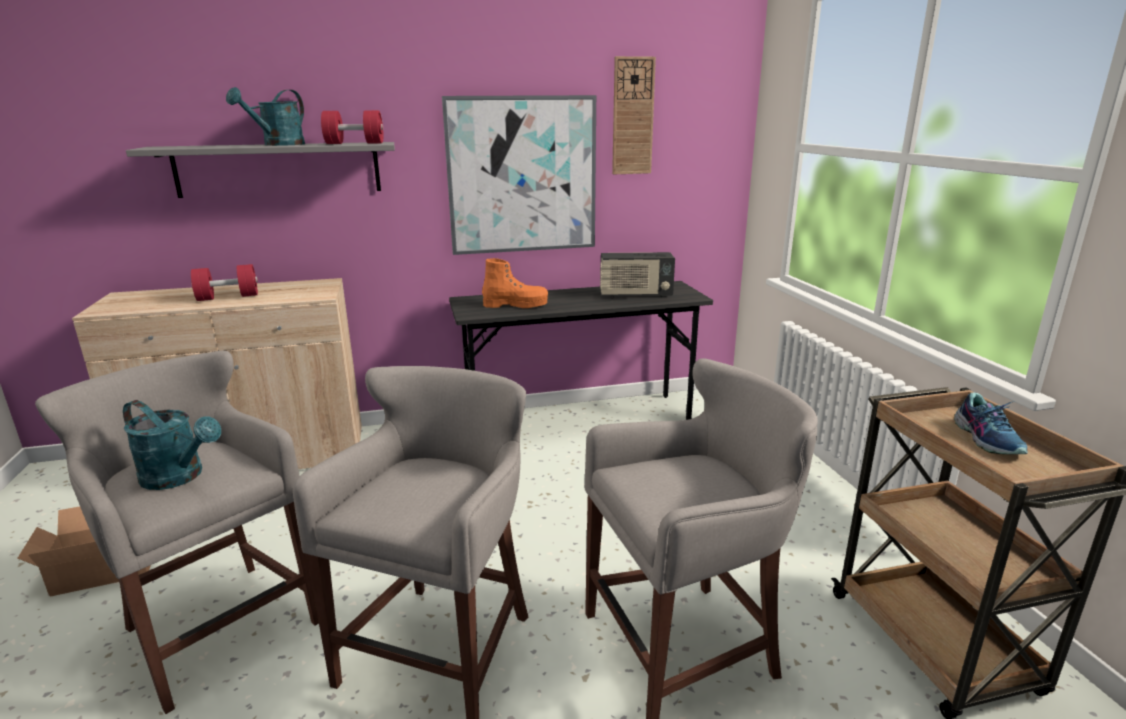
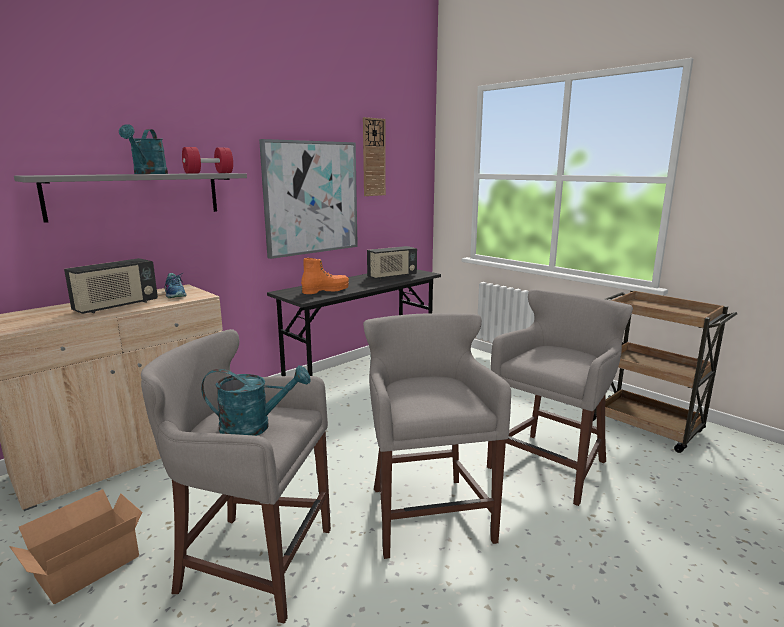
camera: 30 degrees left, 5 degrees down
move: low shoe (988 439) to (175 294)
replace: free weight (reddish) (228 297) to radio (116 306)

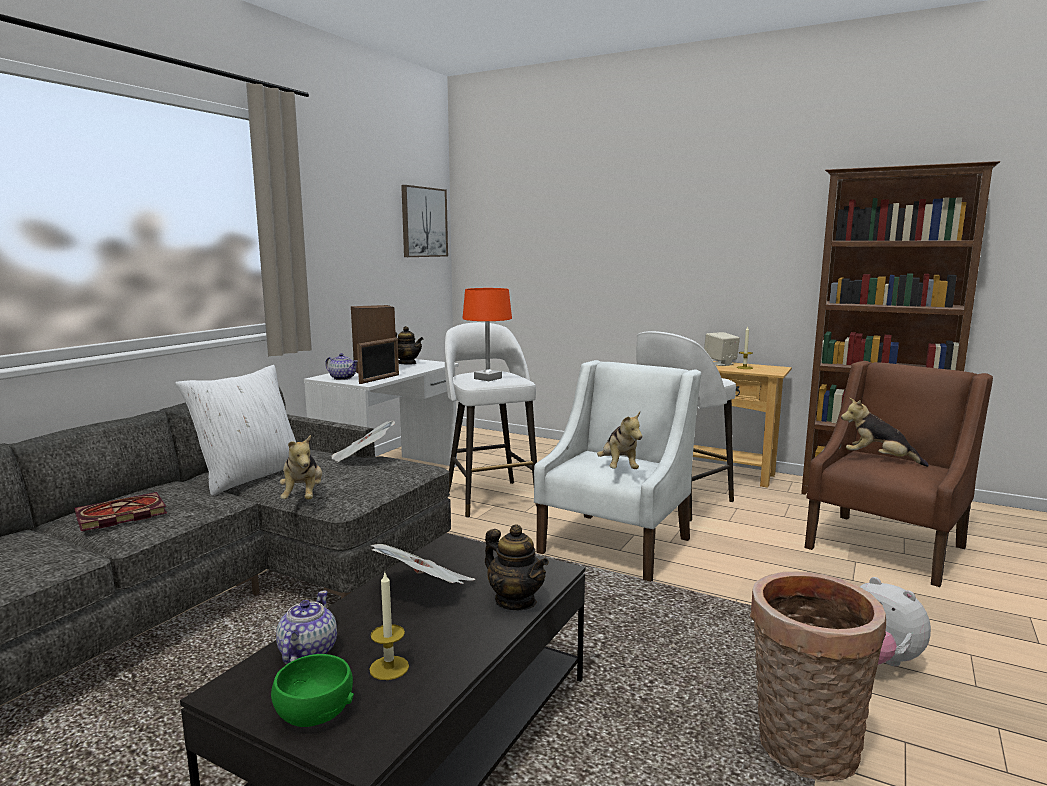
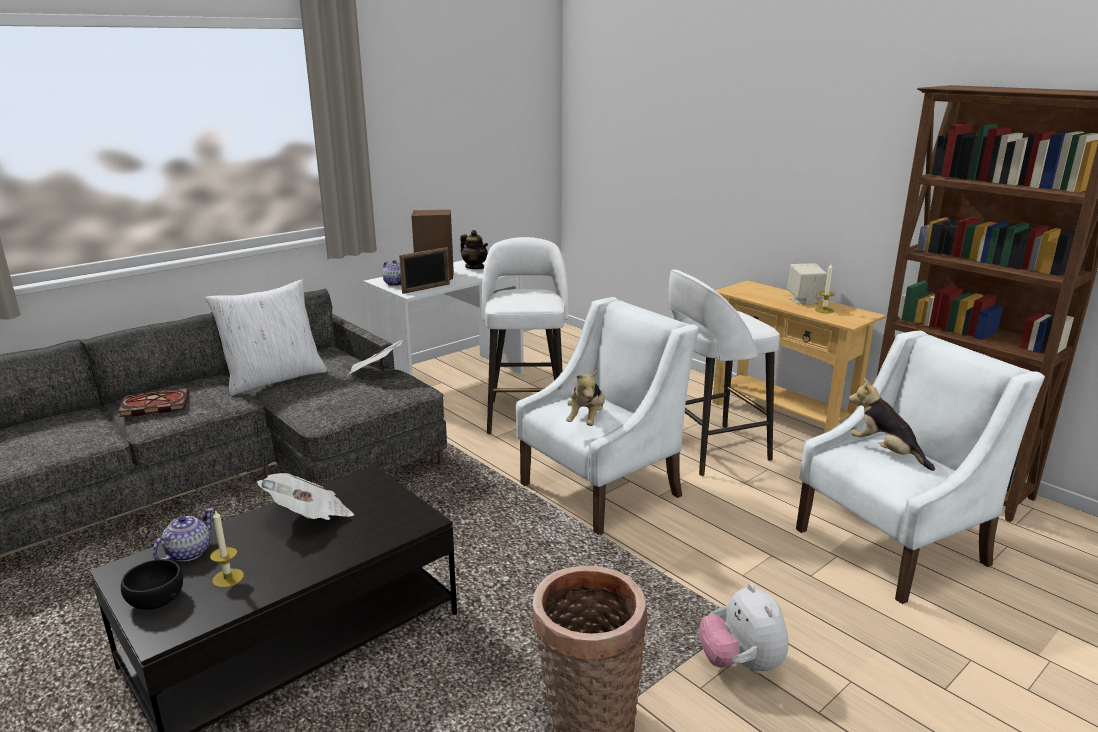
camera: 20 degrees right, 10 degrees up
delete: picture (423 222); lamp for a table (orangey) (488 378); plush toy (304 497); pot for tea (515 601)
recolor: easy chair (brown-coloured) (886 547) to easy chair (white-coloured) (893 546); serving bowl (green-coloured) (314 712) to serving bowl (black) (155 600)

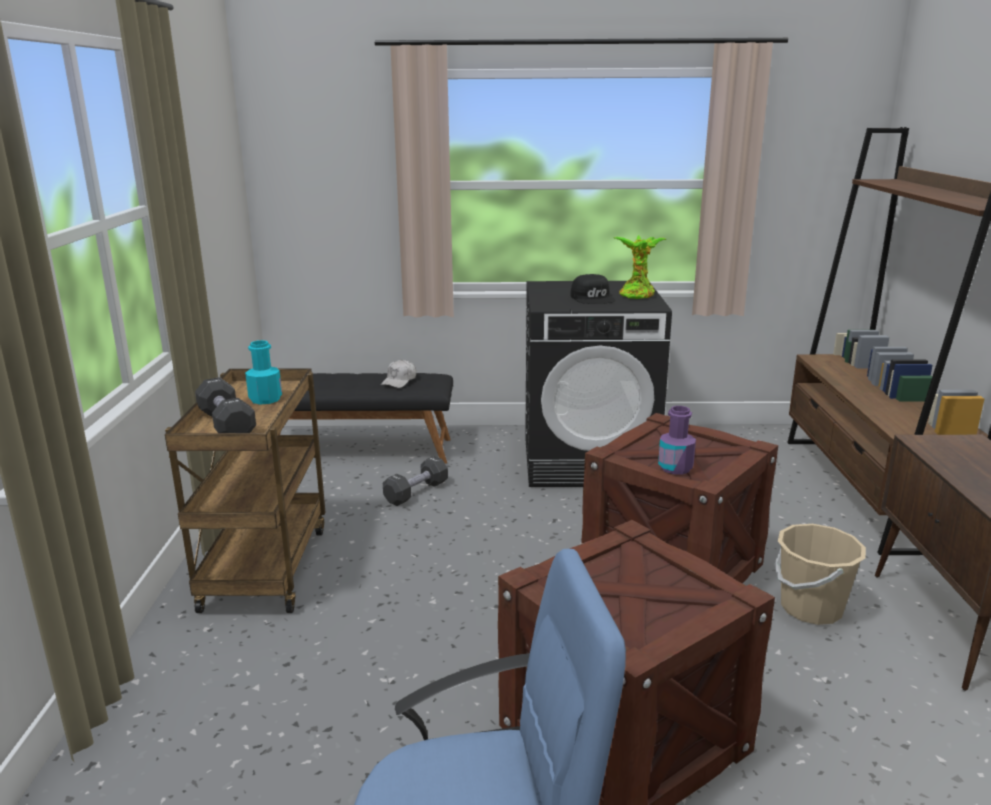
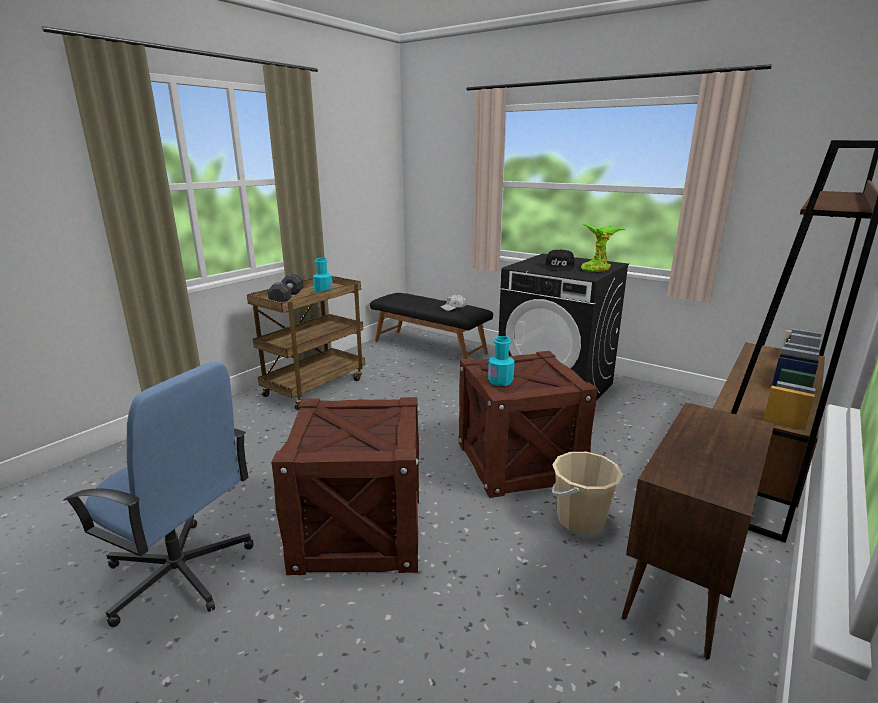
camera: 35 degrees right, 0 degrees up
delete: free weight (black) (416 492)
recolor: bottle (purple-coloured) (675 468) to bottle (turquoise-coloured) (500 381)

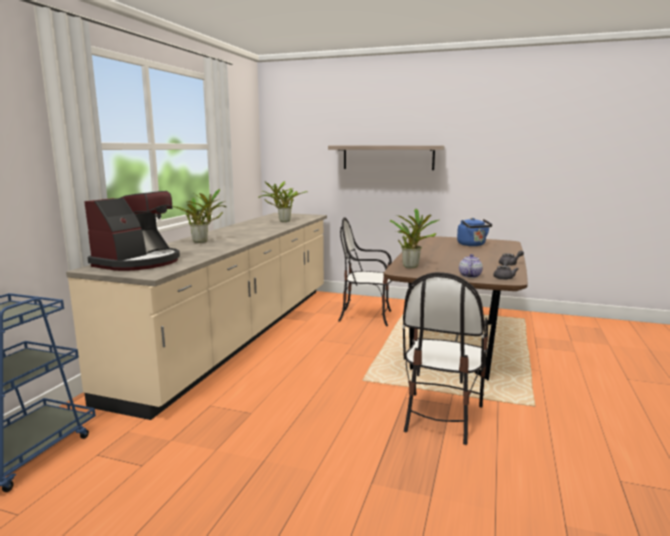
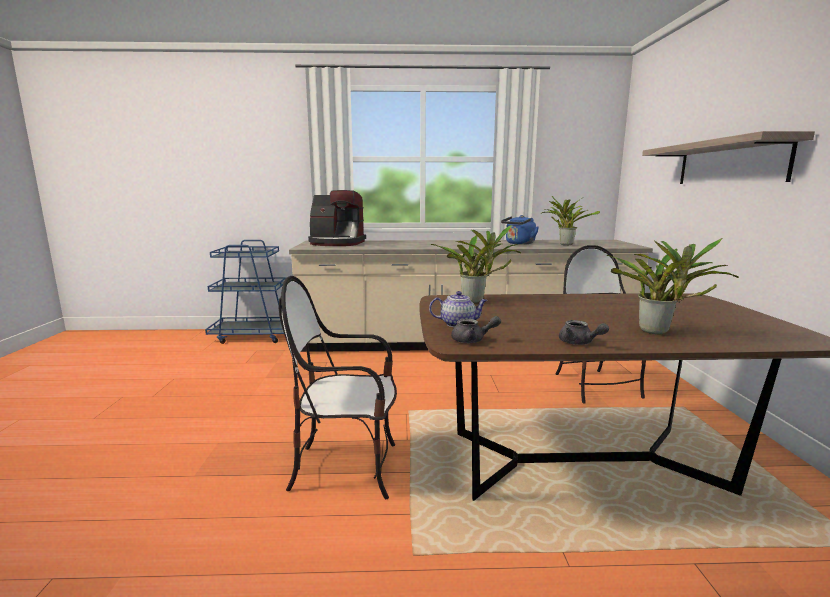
camera: 70 degrees right, 0 degrees up
move: houseplant (202 241) to (658 332); tea kettle (blue) (472 245) to (519 243)

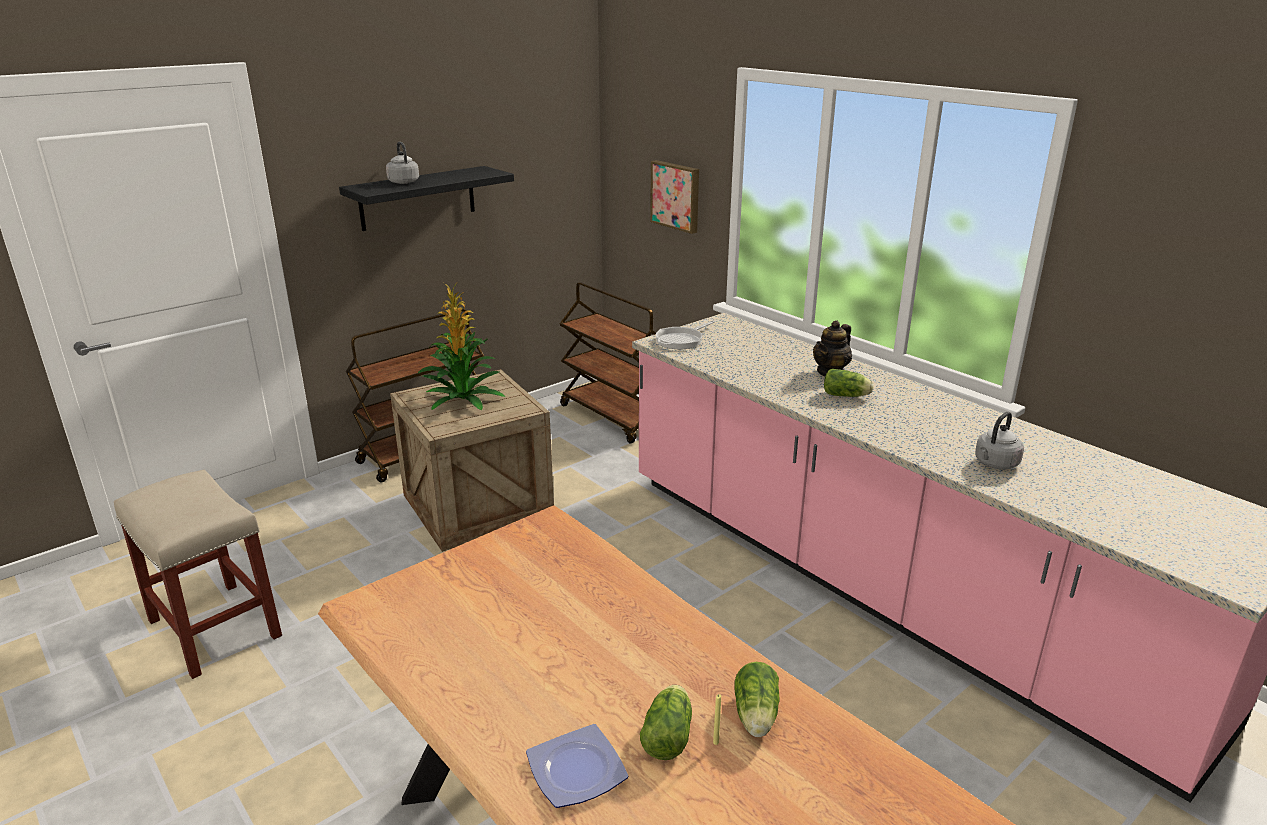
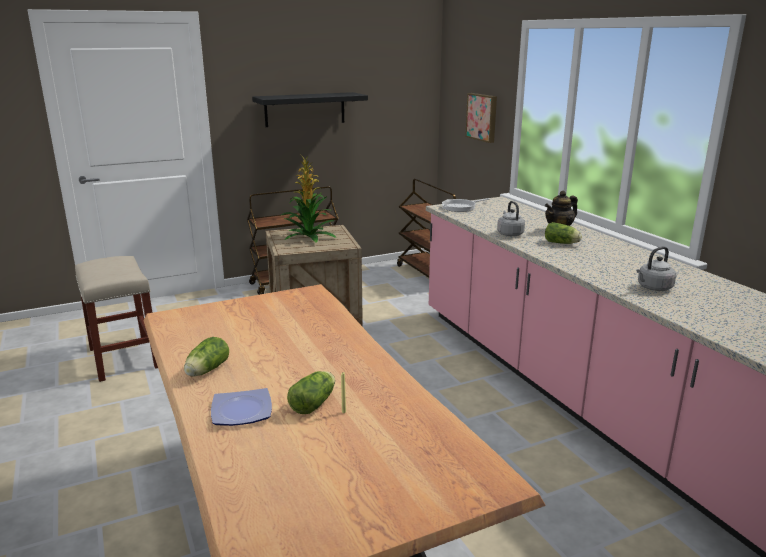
camera: 15 degrees right, 5 degrees down
move: tea kettle (grey) (403 182) to (509 234); head of lettuce (755 717) to (206 371)

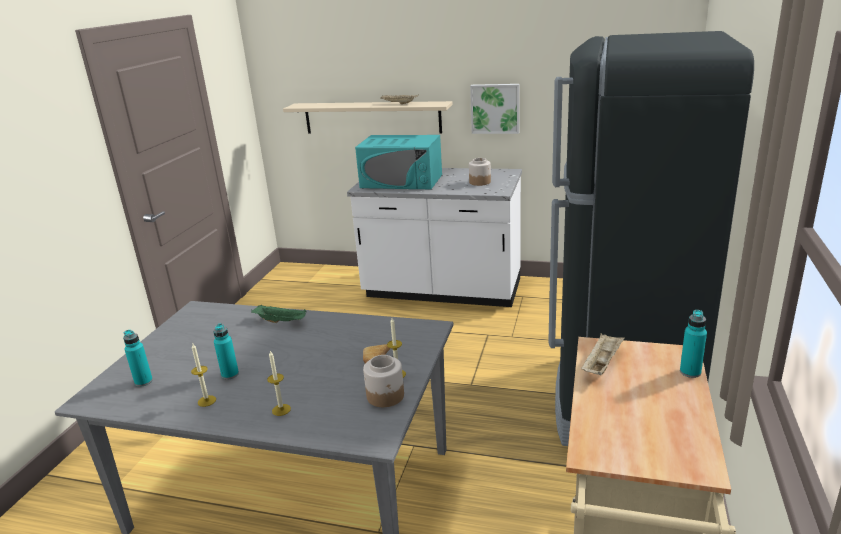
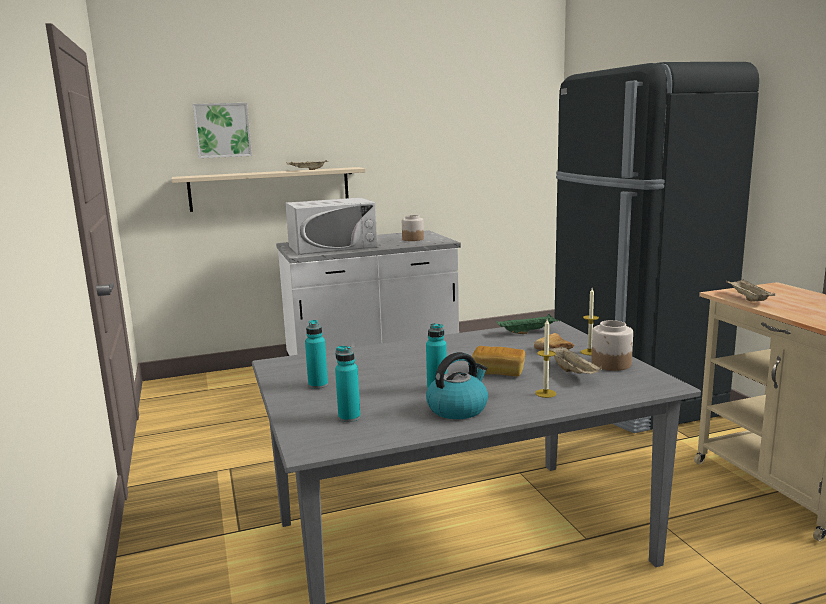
camera: 35 degrees left, 10 degrees down
insert: bread (498 372); tray (sand-coloured) (573 372)
move: picture (495 108) to (222 130); tray (green-coloured) (281 321) to (528 332); bottle (turquoise-coloured) (690 372) to (318 385)
replace: wax candle (207 401) to tea kettle (458 408)
recolor: kitchen microwave (turquoise-coloured) (401 181) to kitchen microwave (white-coloured) (332 246)

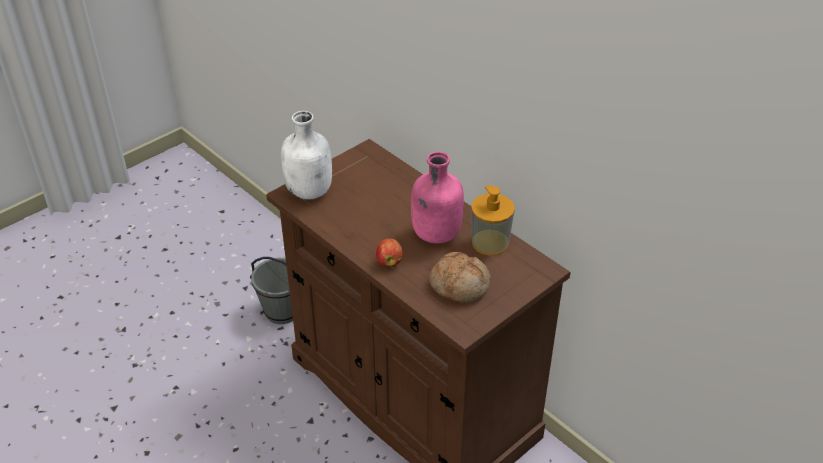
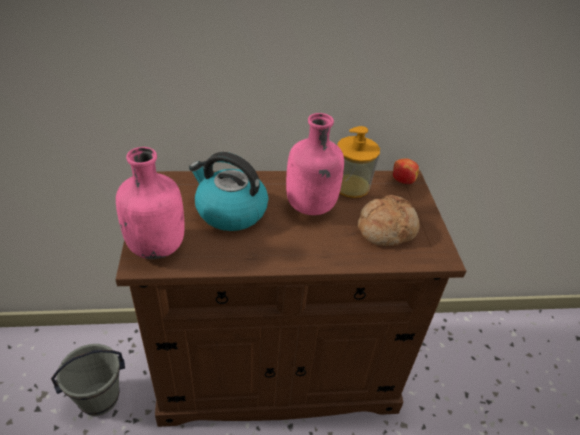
camera: 55 degrees left, 0 degrees up
insert: tea kettle (230 211)
move: apple (389 261) to (402 180)
recolor: bottle (white-coloured) (310 191) to bottle (pink) (157 245)

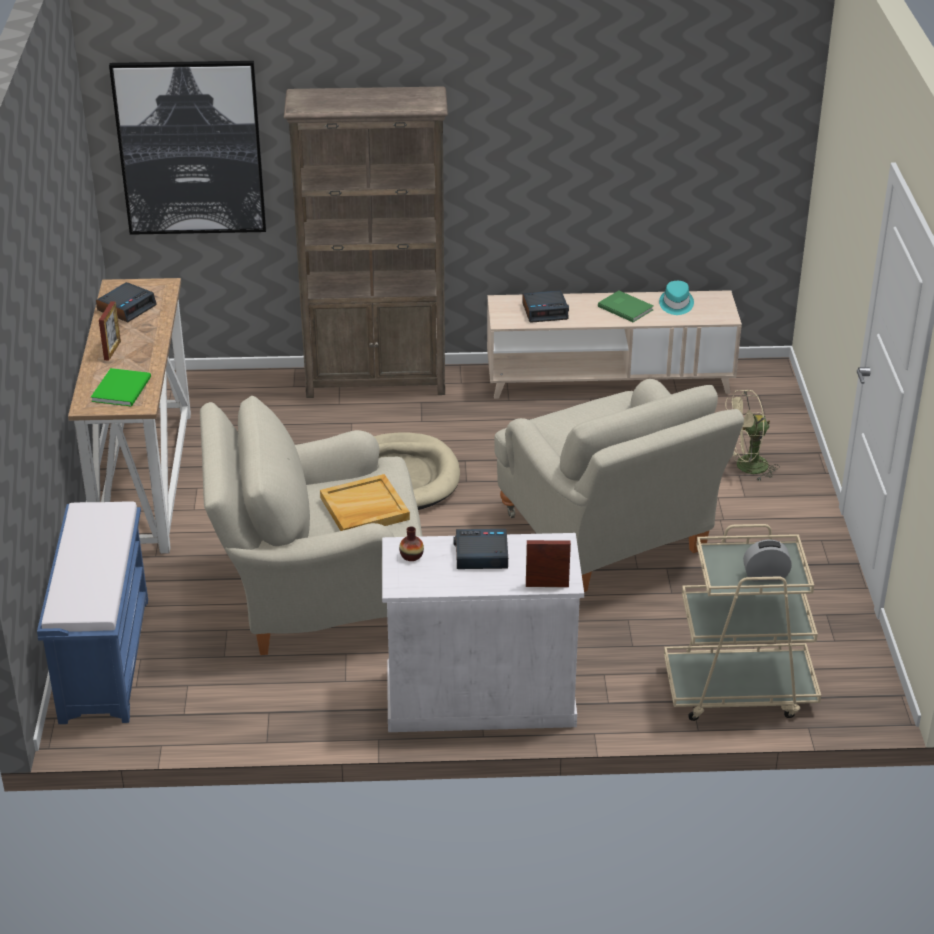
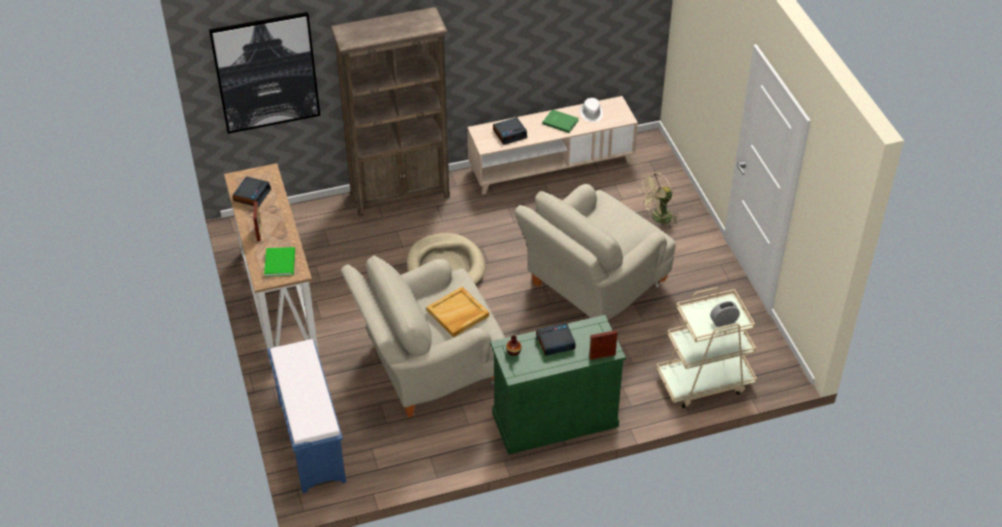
camera: 15 degrees left, 10 degrees up
recolor: clothing hat (turquoise-coloured) (676 304) to clothing hat (white-coloured) (591 113); cabinet (white-coloured) (480 698) to cabinet (green-coloured) (554 419)
rotate: easy chair (sand-coloured) (608 538) = (592 288) 90 degrees clockwise

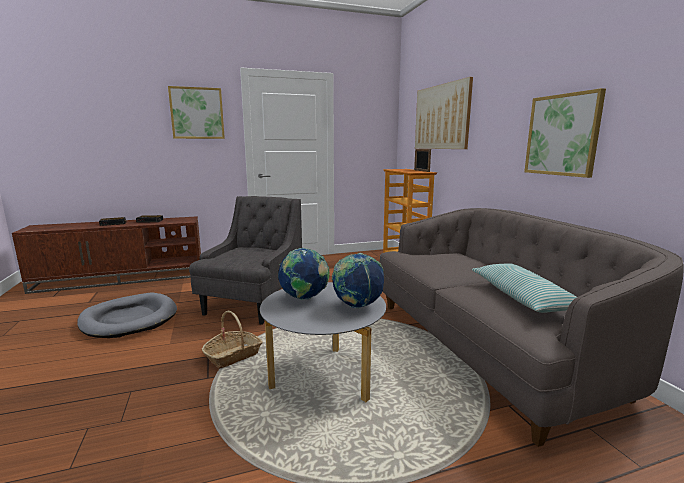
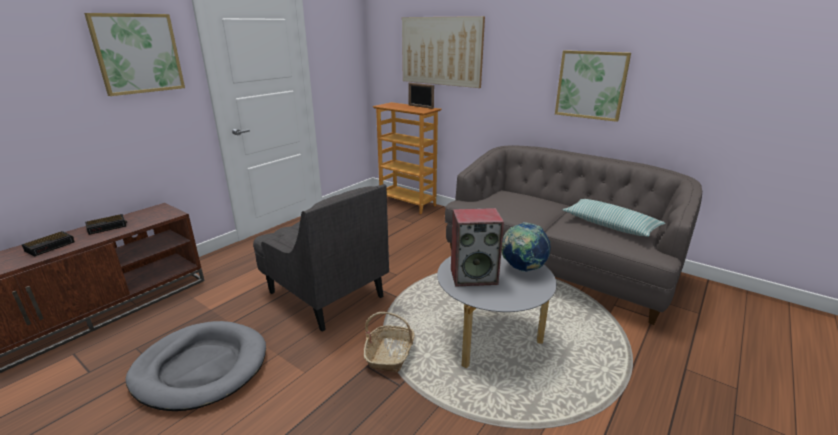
camera: 35 degrees left, 10 degrees up
replace: world globe (304 298) to speaker (474 276)
rotate: easy chair (grey) (253 304) = (324 294) 150 degrees clockwise

